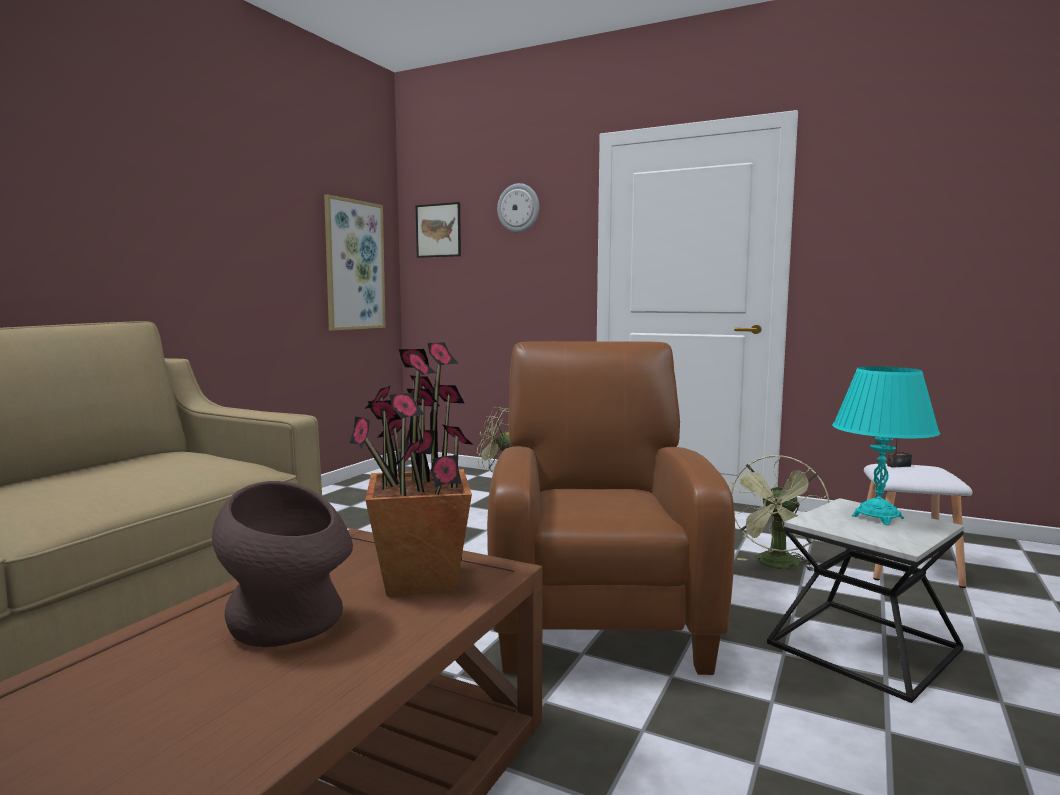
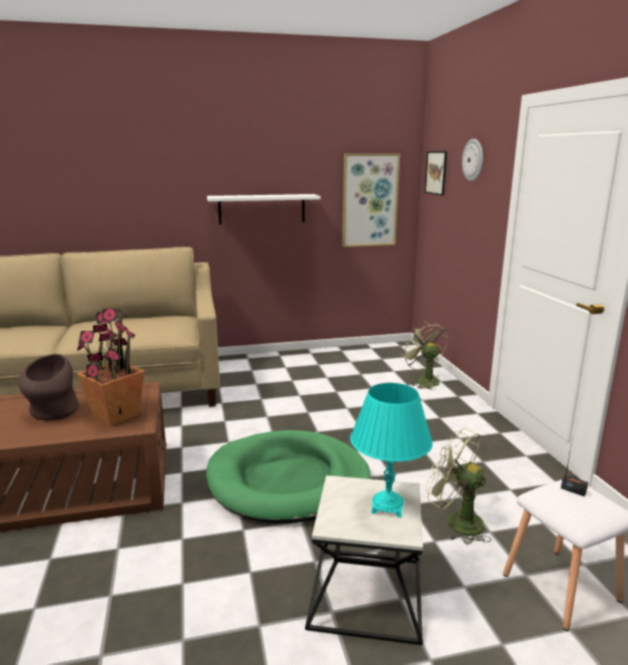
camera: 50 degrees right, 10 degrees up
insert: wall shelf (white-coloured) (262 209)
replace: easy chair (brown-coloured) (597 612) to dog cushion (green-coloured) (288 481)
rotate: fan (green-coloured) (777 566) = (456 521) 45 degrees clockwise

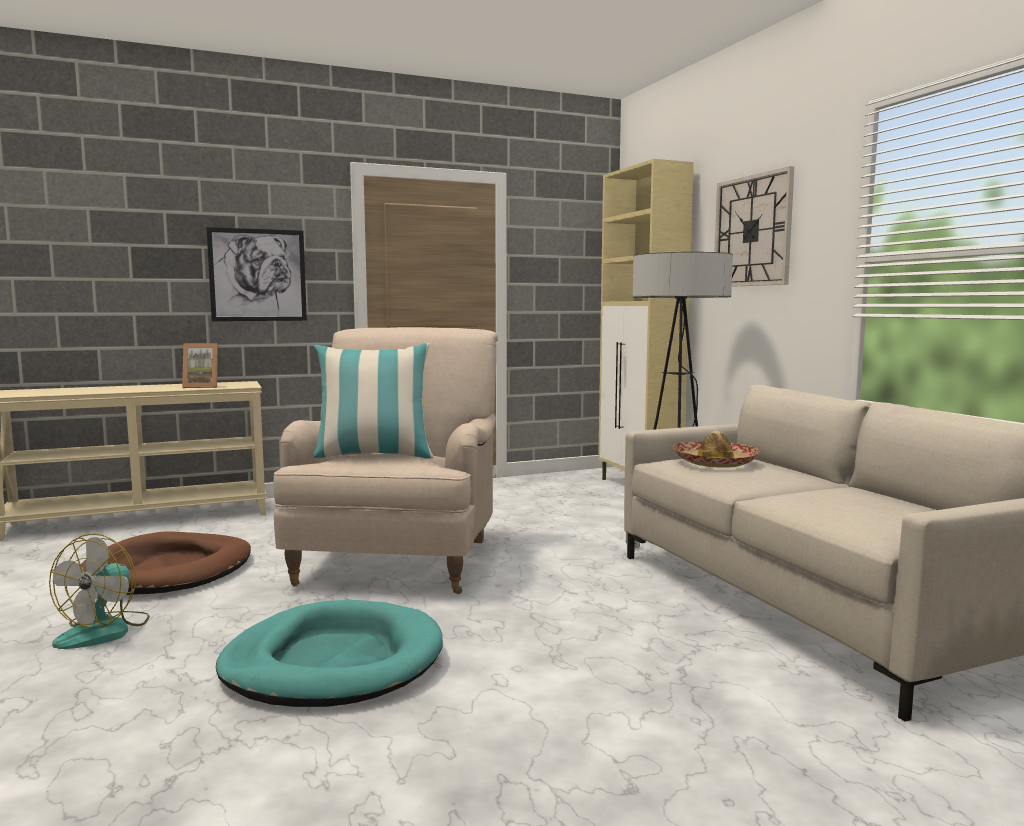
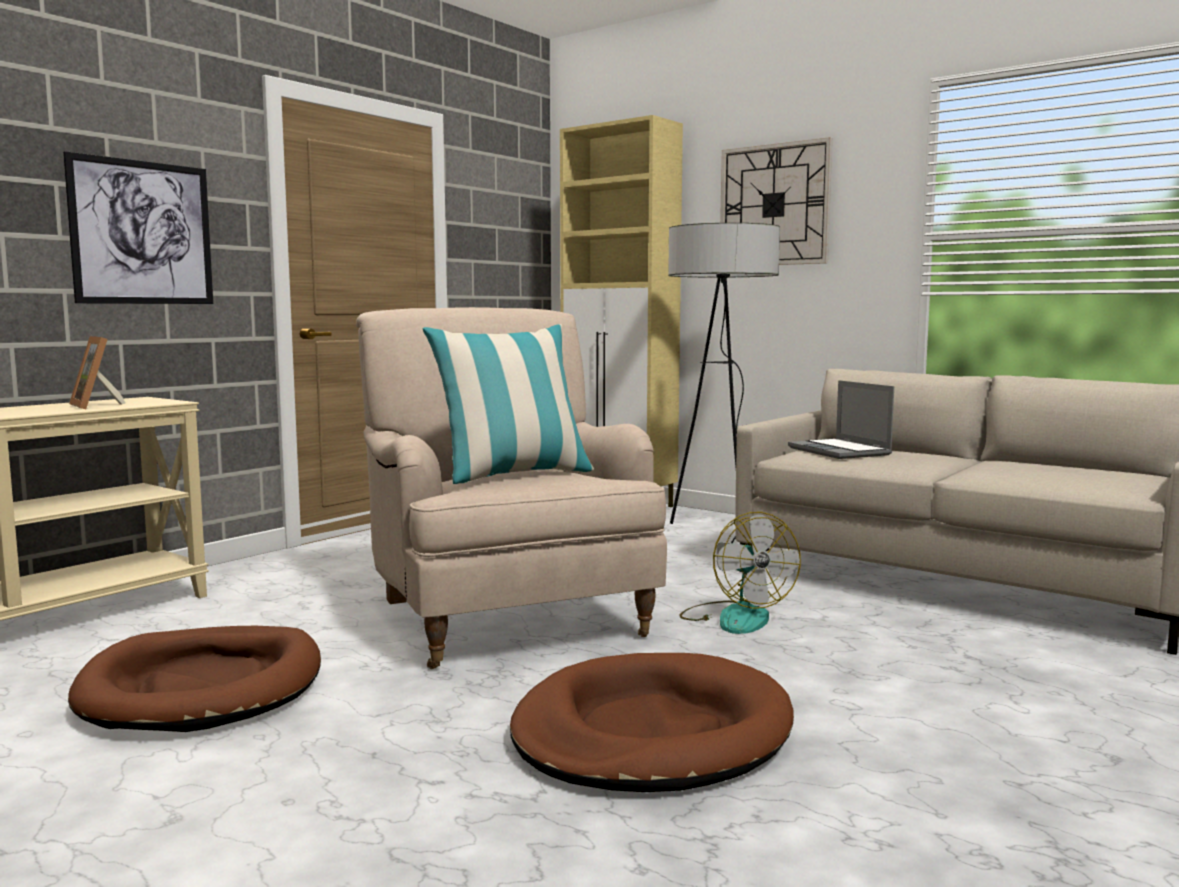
camera: 30 degrees left, 0 degrees up
move: fan (105 630) to (736 617)
replace: clothing hat (714 462) to laptop (841 451)
recolor: dog cushion (turquoise-coloured) (333 662) to dog cushion (brown-coloured) (651 733)
rotate: standing frame (202 386) = (98 406) 90 degrees clockwise

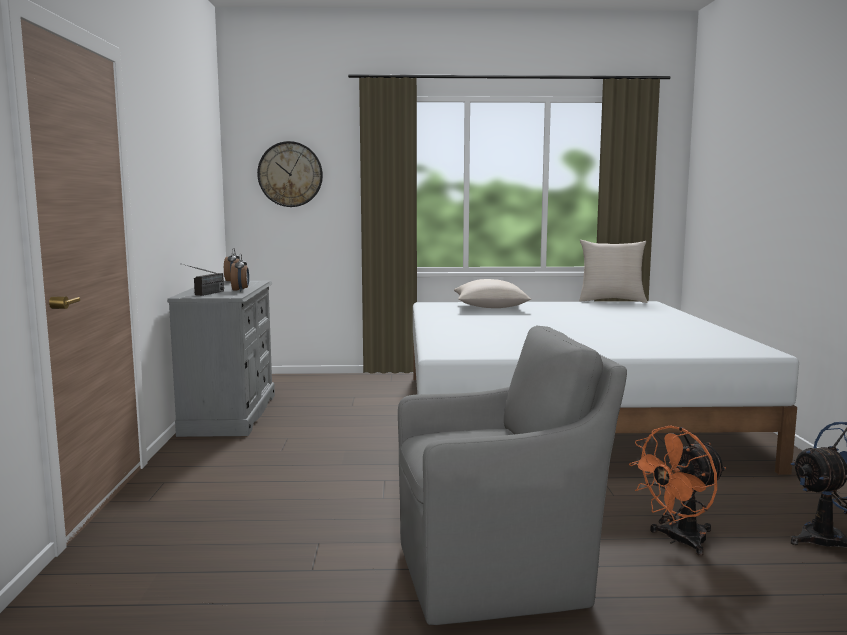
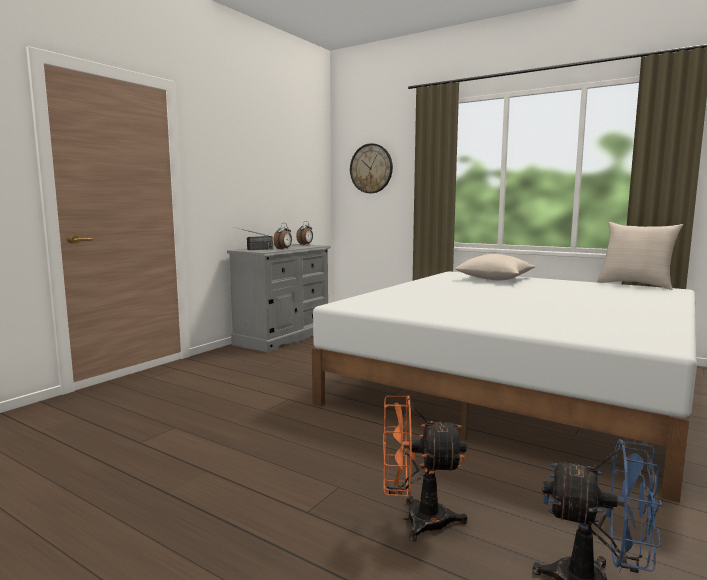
camera: 35 degrees right, 0 degrees up
delete: easy chair (grey) (498 575)

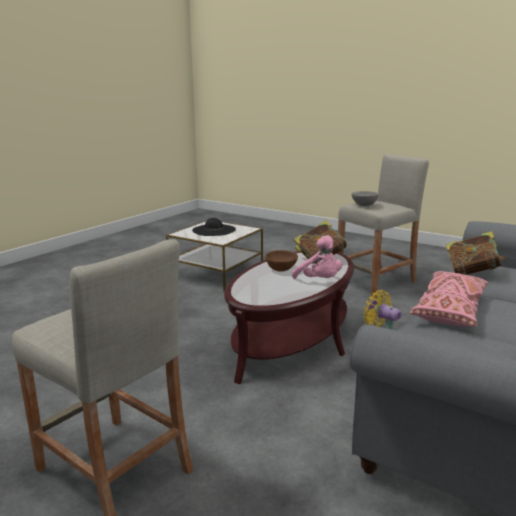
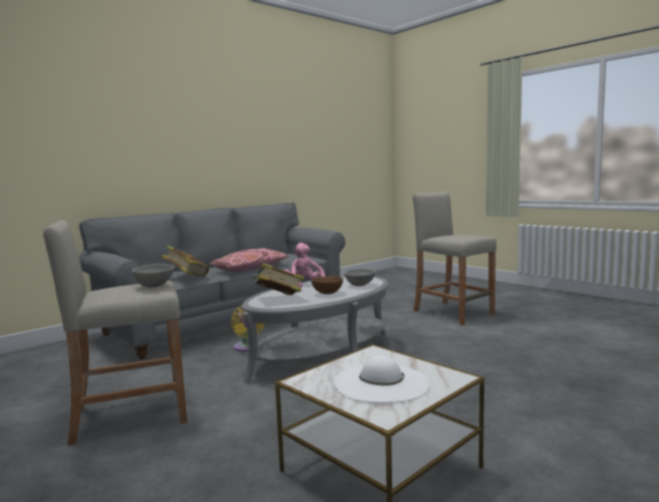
camera: 165 degrees left, 10 degrees down
insert: serving bowl (grey) (360 285)
recolor: clothing hat (black) (214 230) to clothing hat (white-coloured) (381 383); low table (brown-coloured) (292 339) to low table (grey) (322 355)

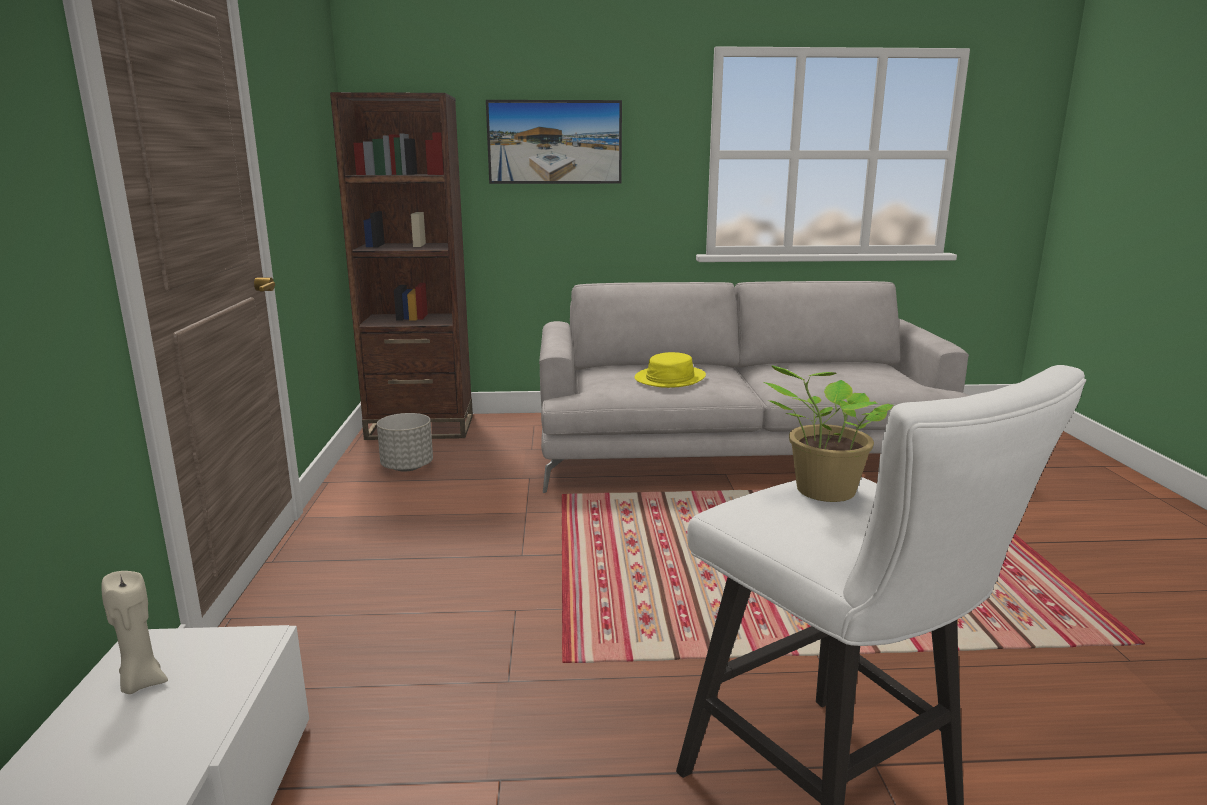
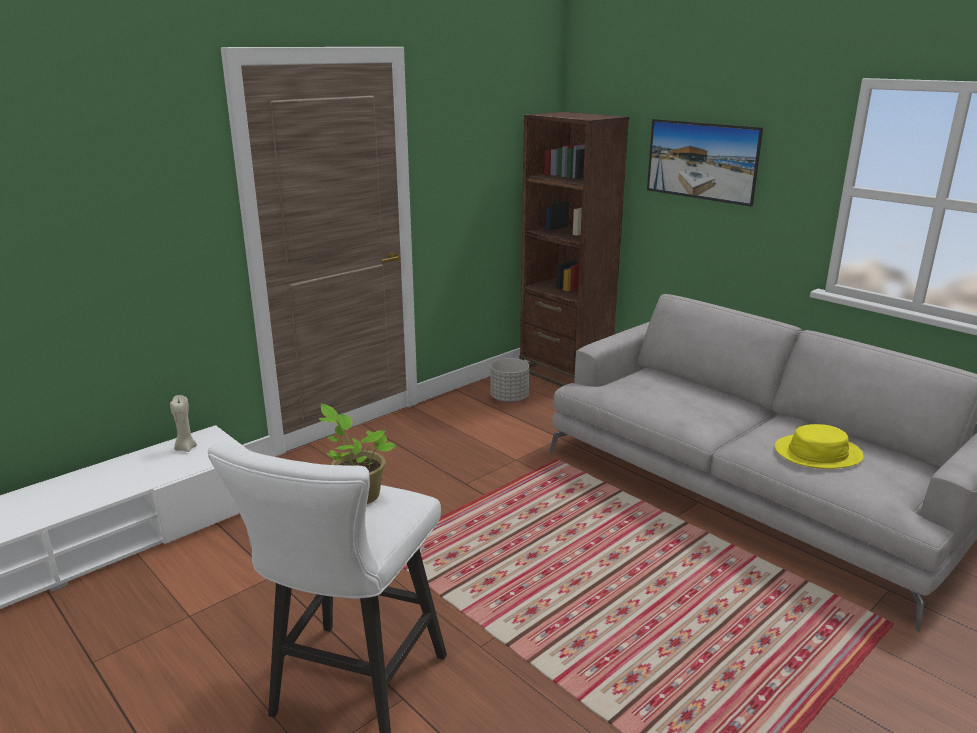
camera: 50 degrees right, 5 degrees up
move: clothing hat (yellow) (670 378) to (817 453)

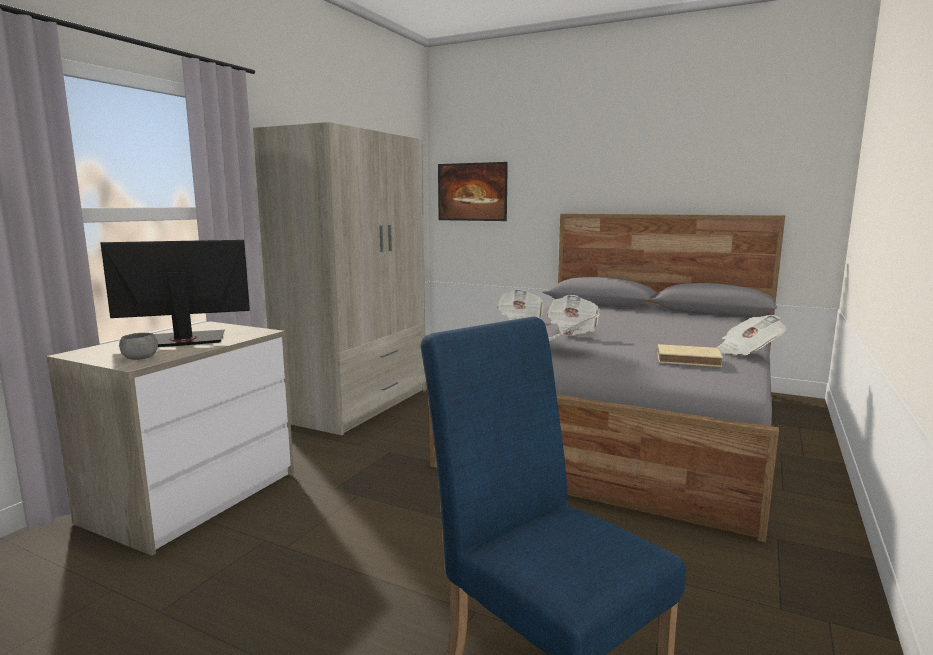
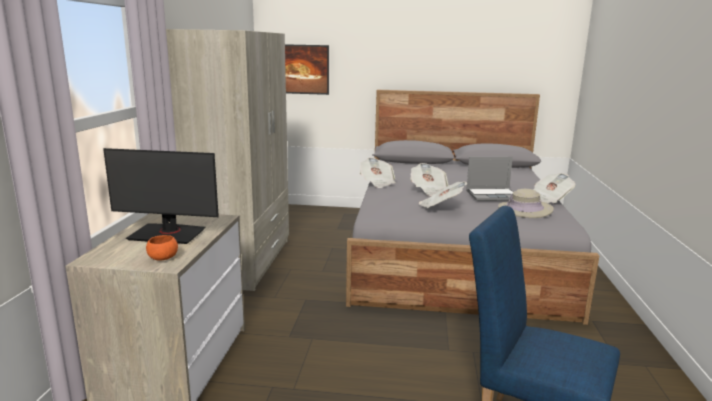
camera: 20 degrees left, 5 degrees up
insert: laptop (493 195)
replace: volume (sand-coloured) (690 360) to clothing hat (sand-coloured) (525 210)
recolor: serving bowl (grey) (140 358) to serving bowl (orangey) (163 258)
rotate: computer display (184 340) = (168 234) 135 degrees counterclockwise

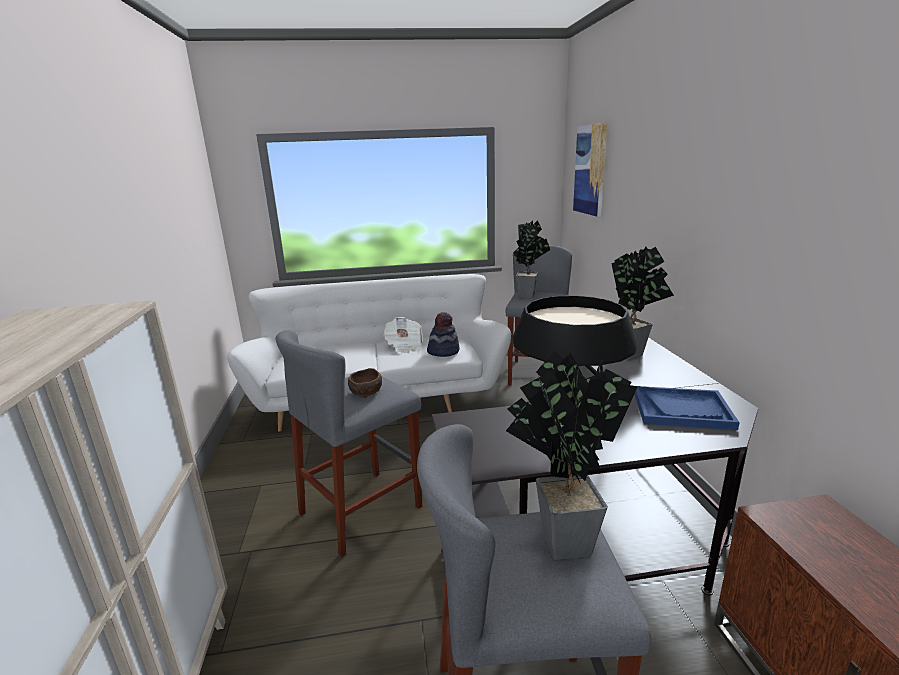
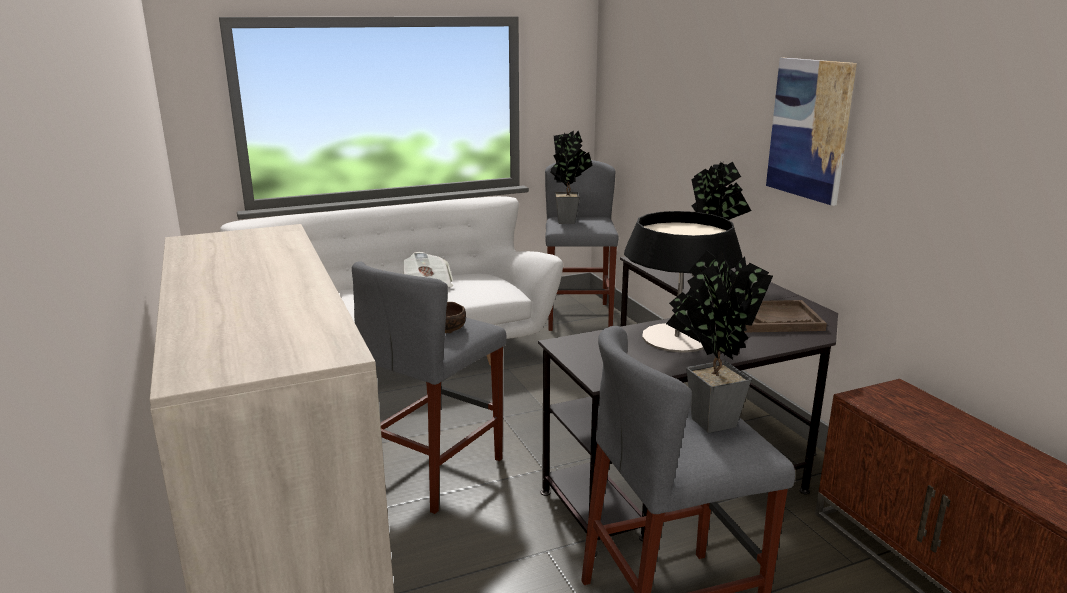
camera: 15 degrees left, 0 degrees up
delete: clothing hat (443 351)
move: picture (590 170) to (809 129)
recolor: tray (blue) (682 410) to tray (brown-coloured) (774 319)

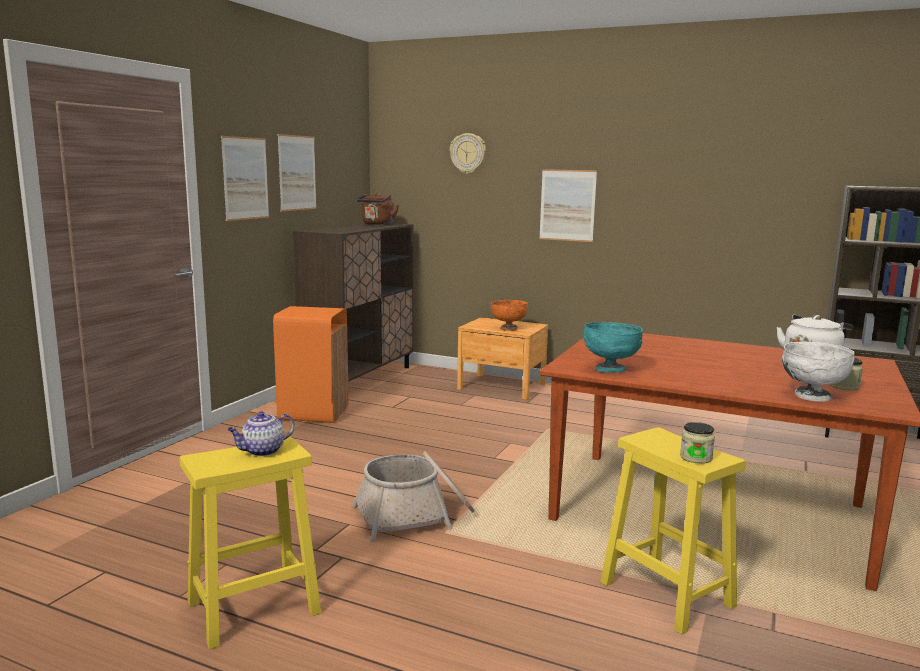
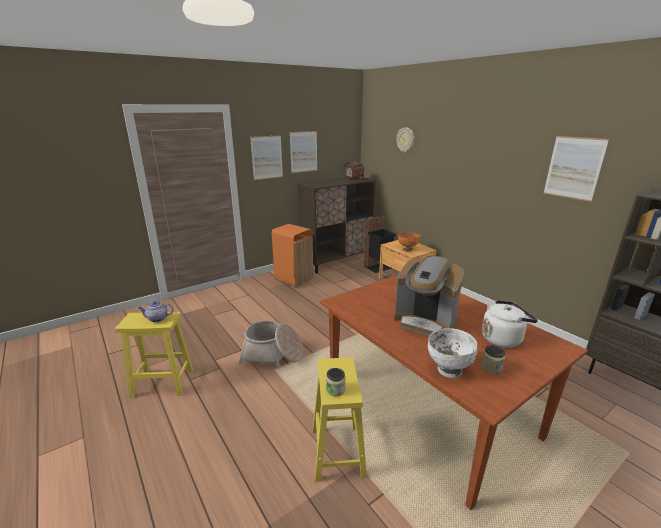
camera: 30 degrees right, 10 degrees up
delete: serving bowl (turquoise-coloured) (611 370)
insert: trash can (black) (379 267); coffee machine (425 321)
move: picture (567 205) to (574 168)

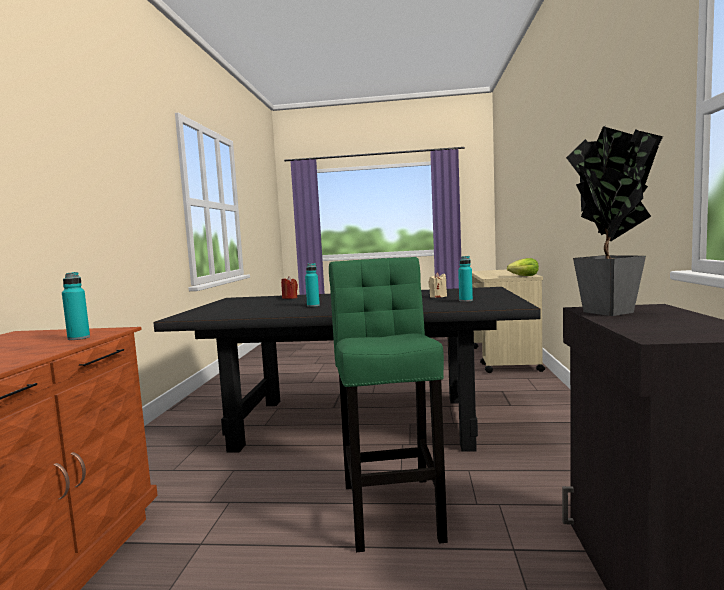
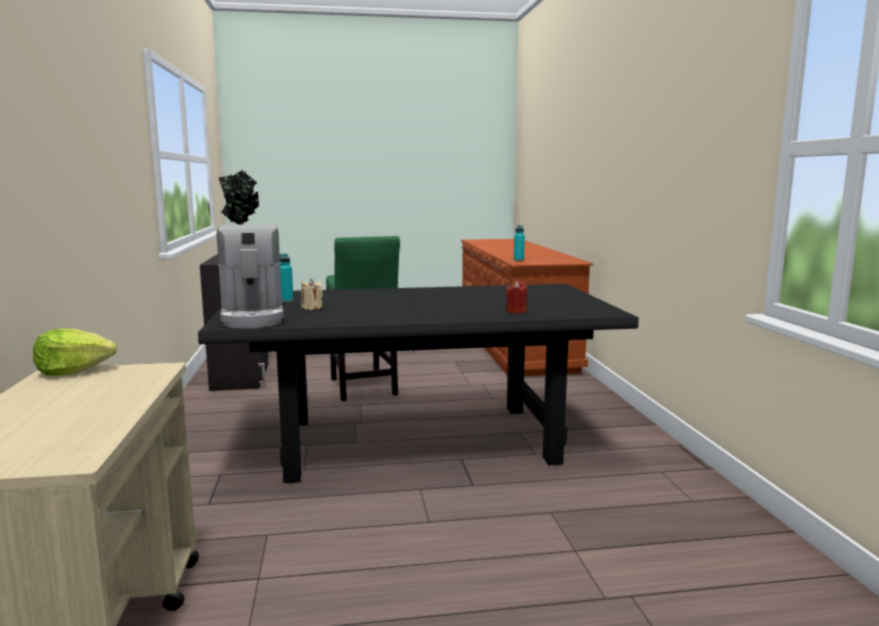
camera: 165 degrees right, 5 degrees up
delete: bottle (turquoise-coloured) (313 306)
insert: coffee machine (253 317)

